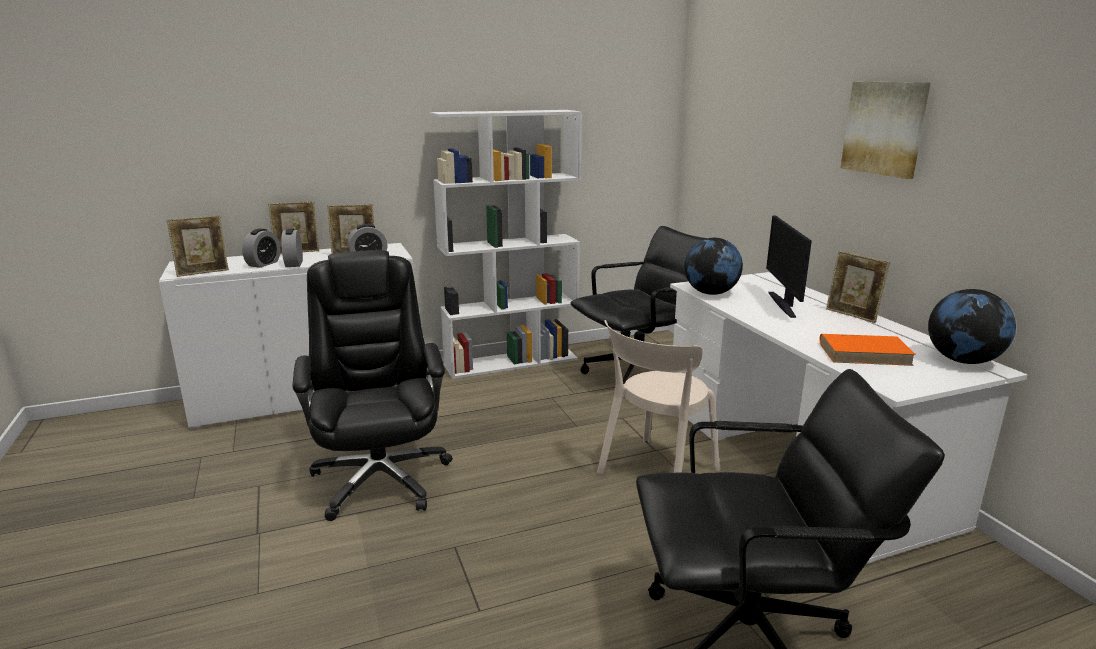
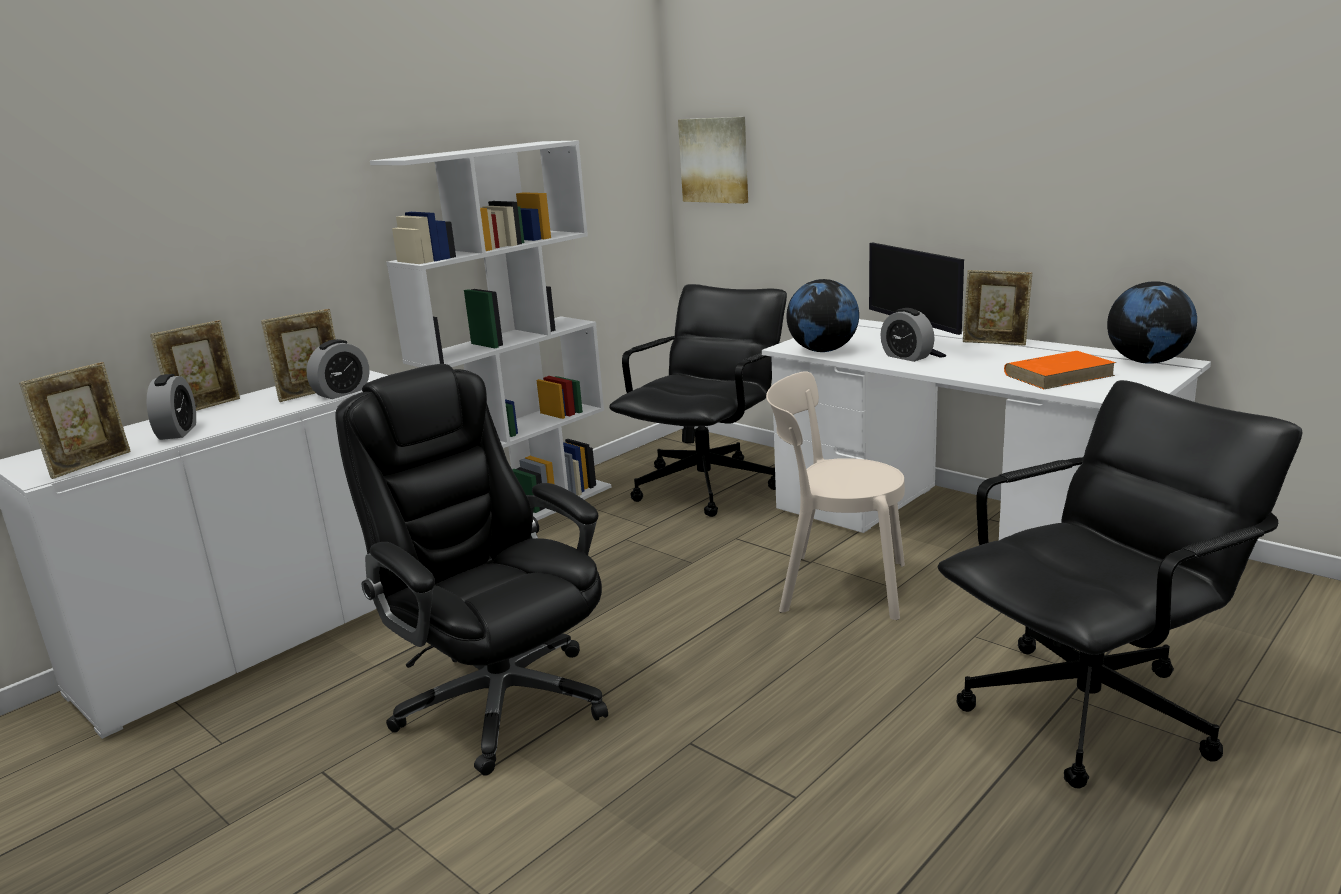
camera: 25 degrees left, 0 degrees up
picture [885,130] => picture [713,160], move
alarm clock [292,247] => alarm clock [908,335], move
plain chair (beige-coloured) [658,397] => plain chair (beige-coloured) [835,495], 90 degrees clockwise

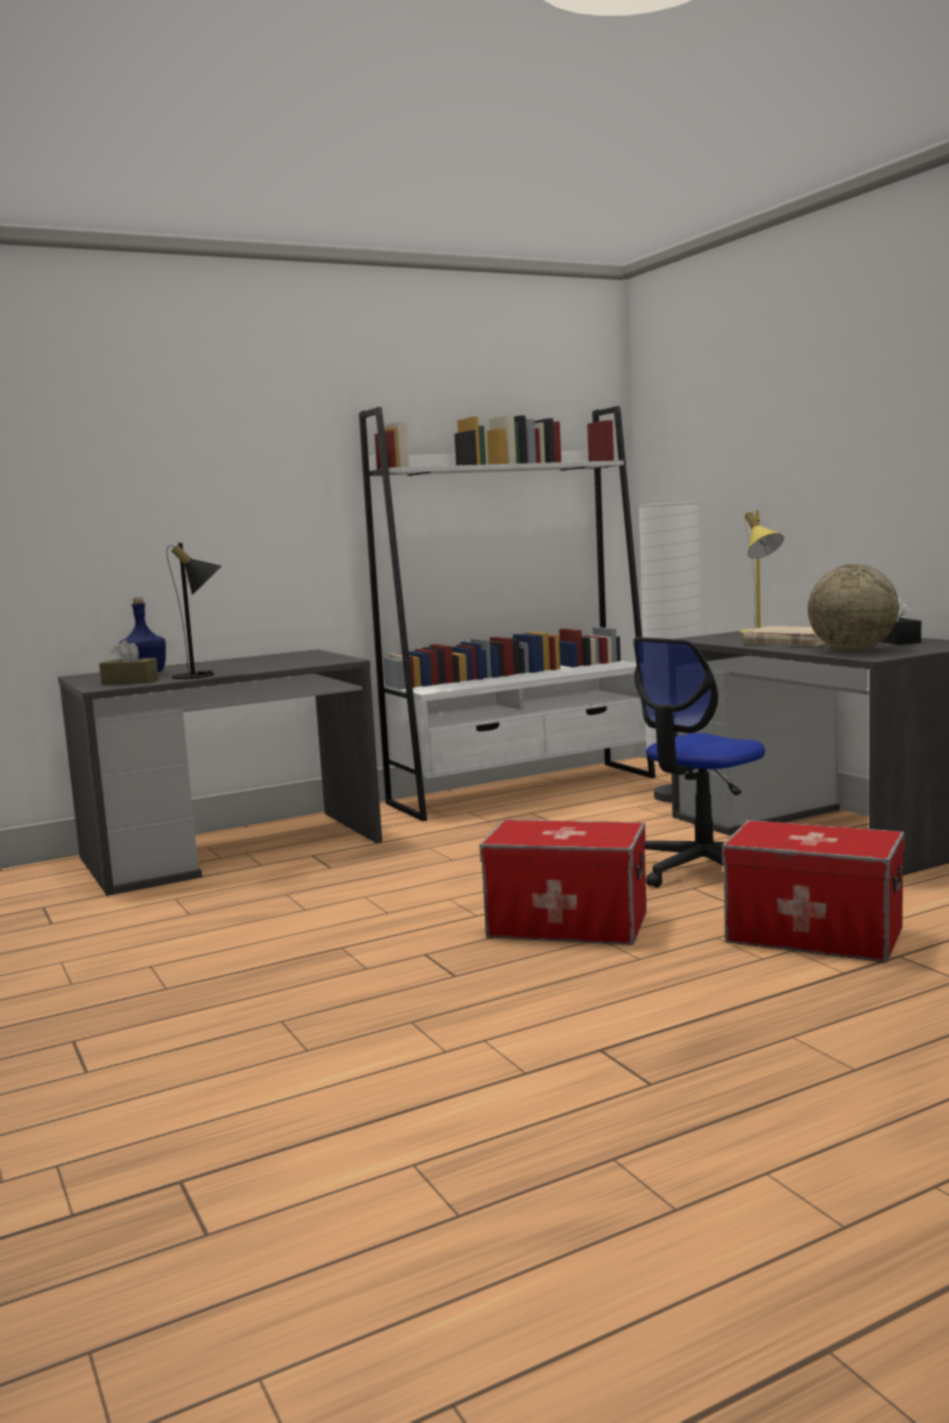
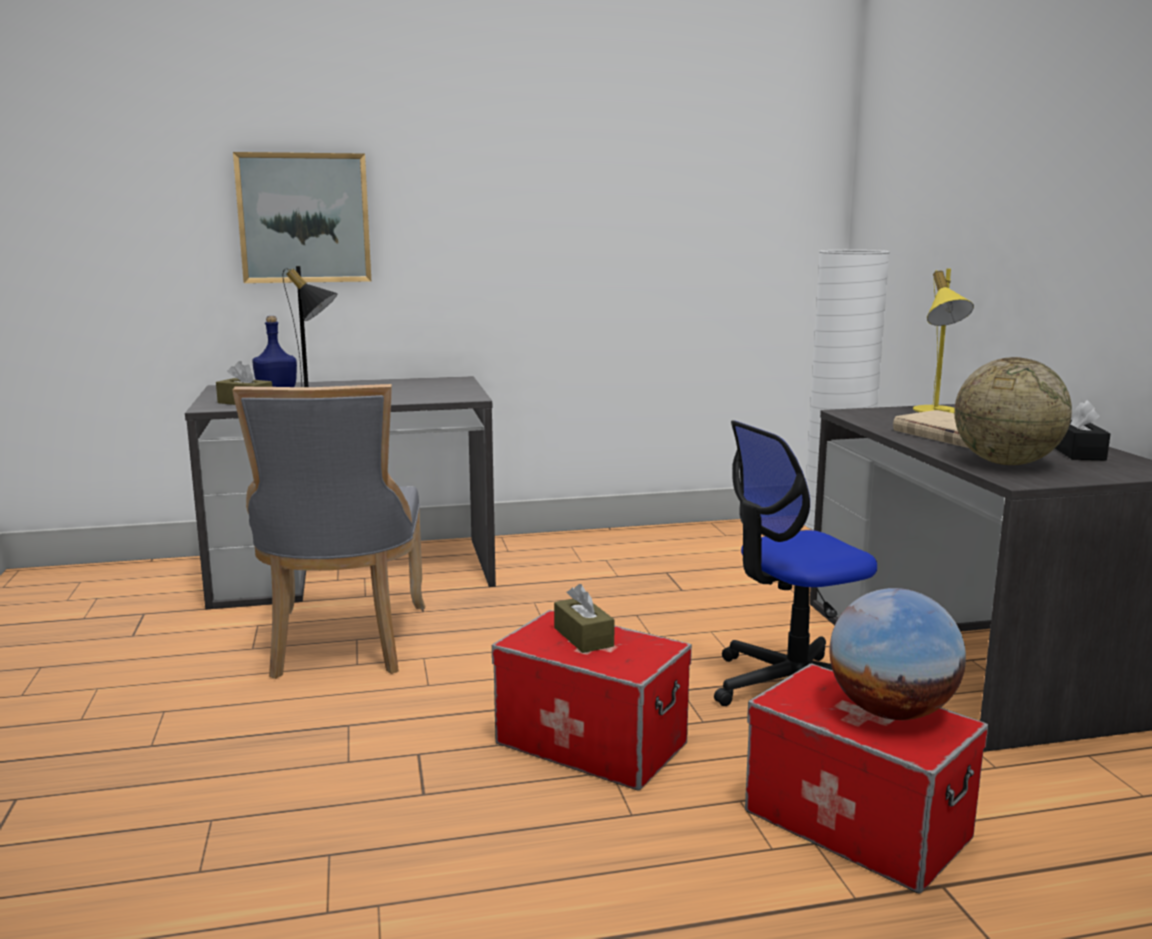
camera: 15 degrees right, 5 degrees up
bookcase (whitish) [507,613] => nothing
nothing => picture [302,217]
nothing => plain chair (grey) [328,531]
nothing => tissue holder (brown-coloured) [584,618]
nothing => world globe [898,654]

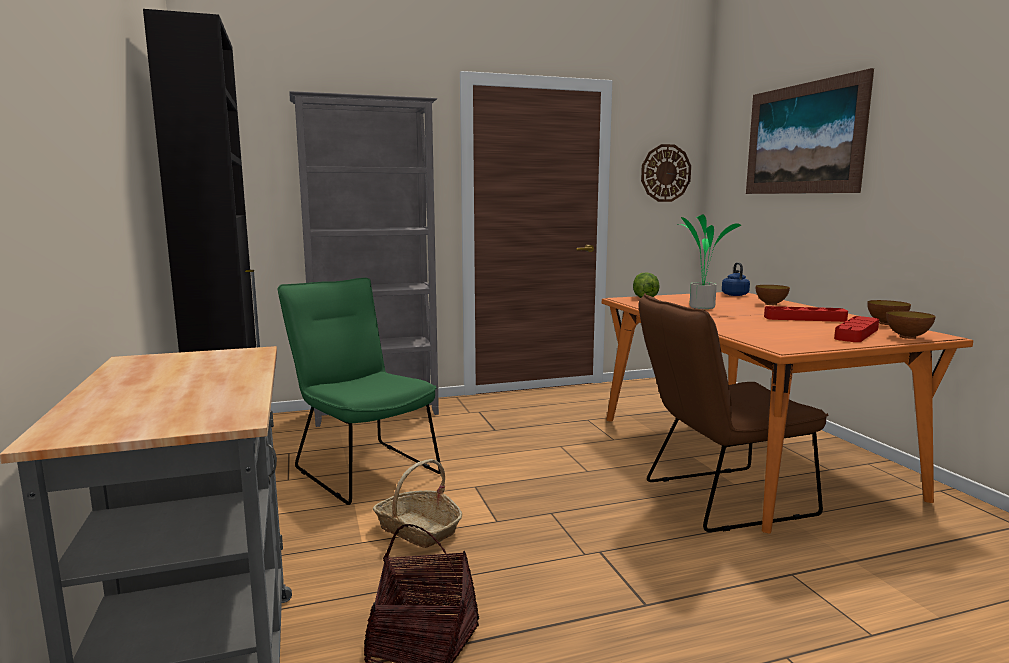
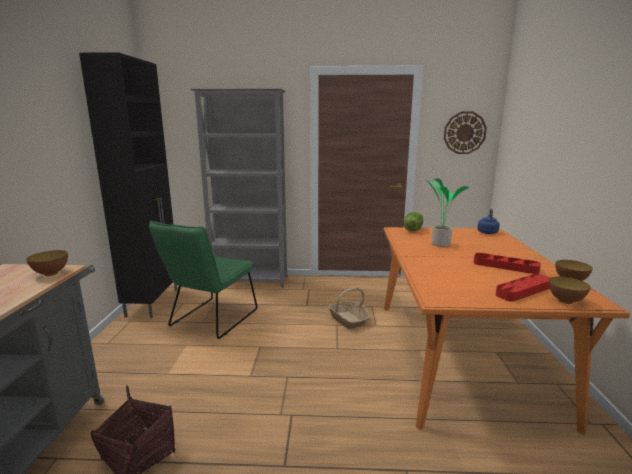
camera: 20 degrees right, 5 degrees up
picture [810,131] => nothing
plain chair (green) [359,391] => plain chair (green) [203,279], 135 degrees counterclockwise
bowl [773,295] => bowl [47,263], move
plain chair (brown-coloured) [733,412] => nothing
basket [417,503] => basket [349,308], move

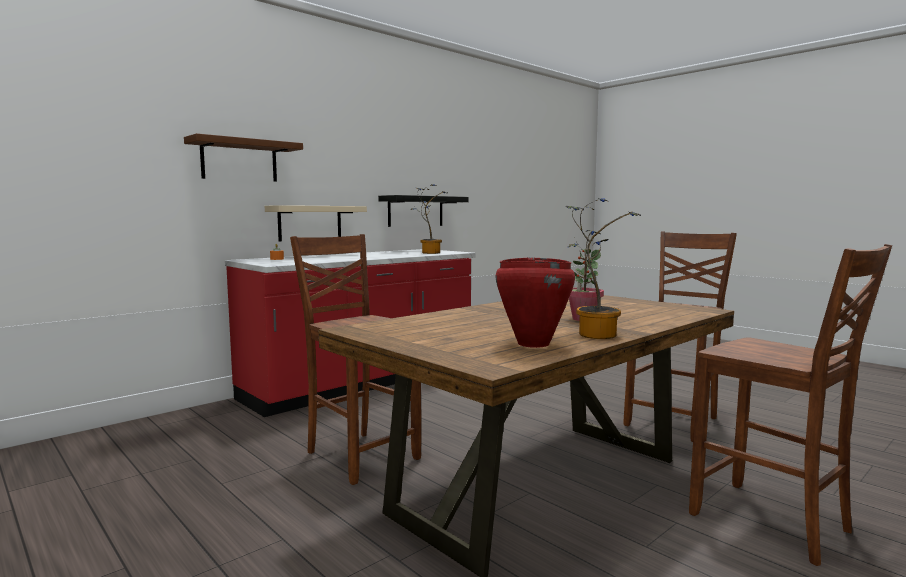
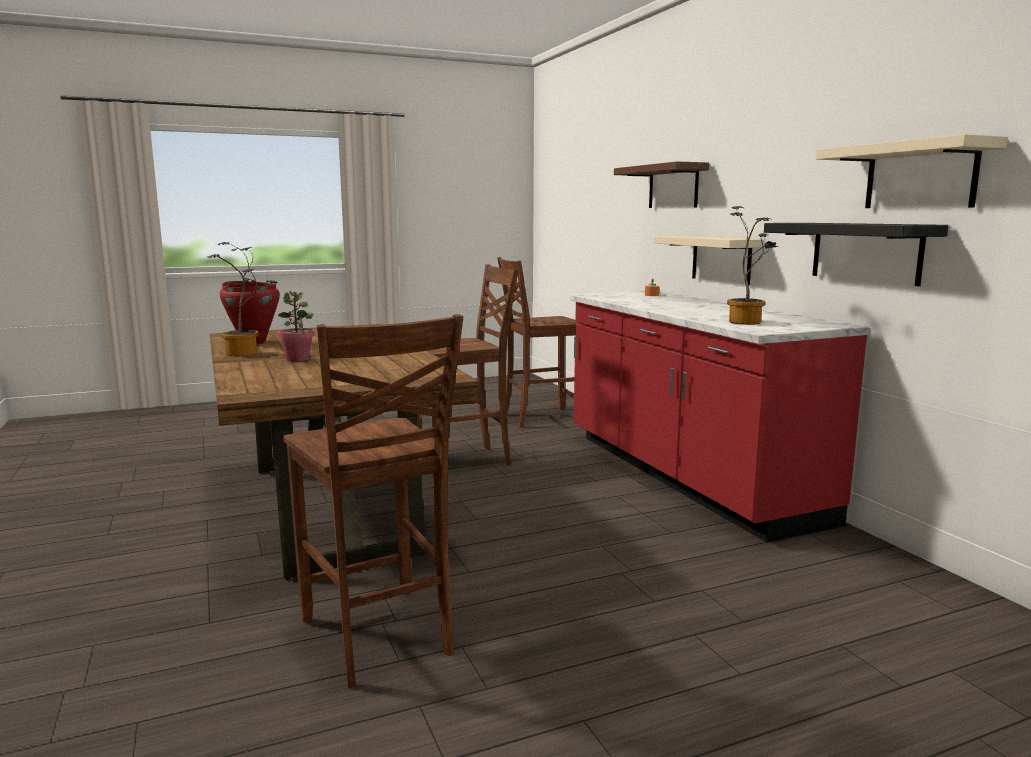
camera: 110 degrees right, 5 degrees up
plain chair (brown-coloured) [790,405] => plain chair (brown-coloured) [538,342], move
nothing => bracket shelf (beige-coloured) [912,171]

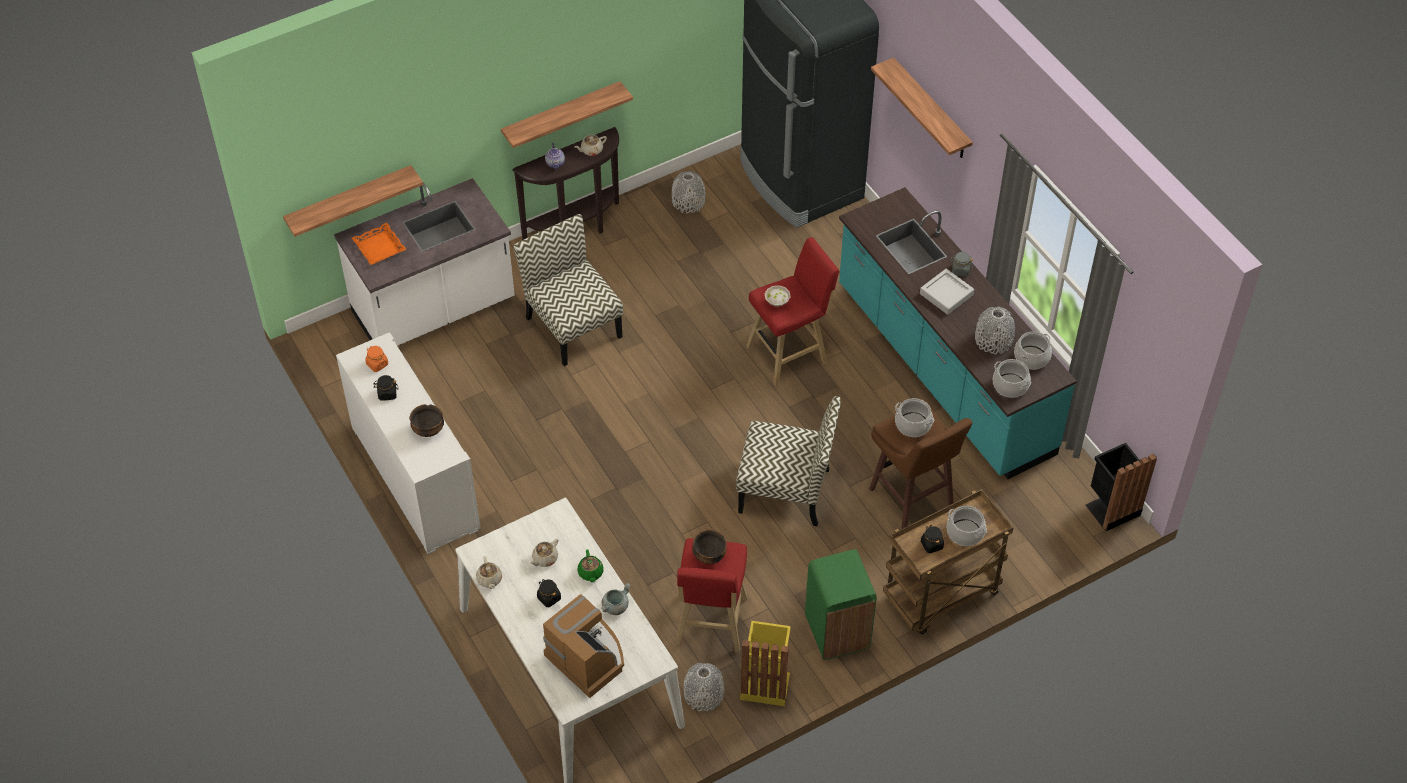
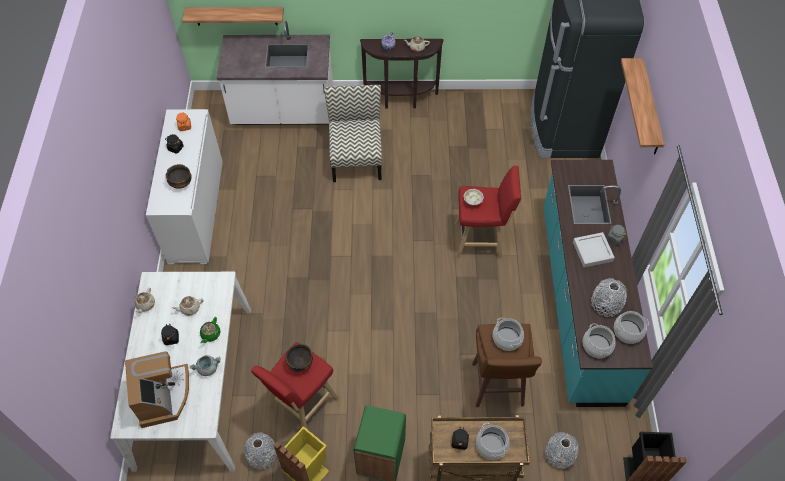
camera: 30 degrees right, 5 degrees up
bracket shelf [567,114] => nothing
vase (grey) [689,192] => vase (grey) [562,450], move
serving tray (orangey) [379,244] => nothing
plain chair [788,461] => nothing

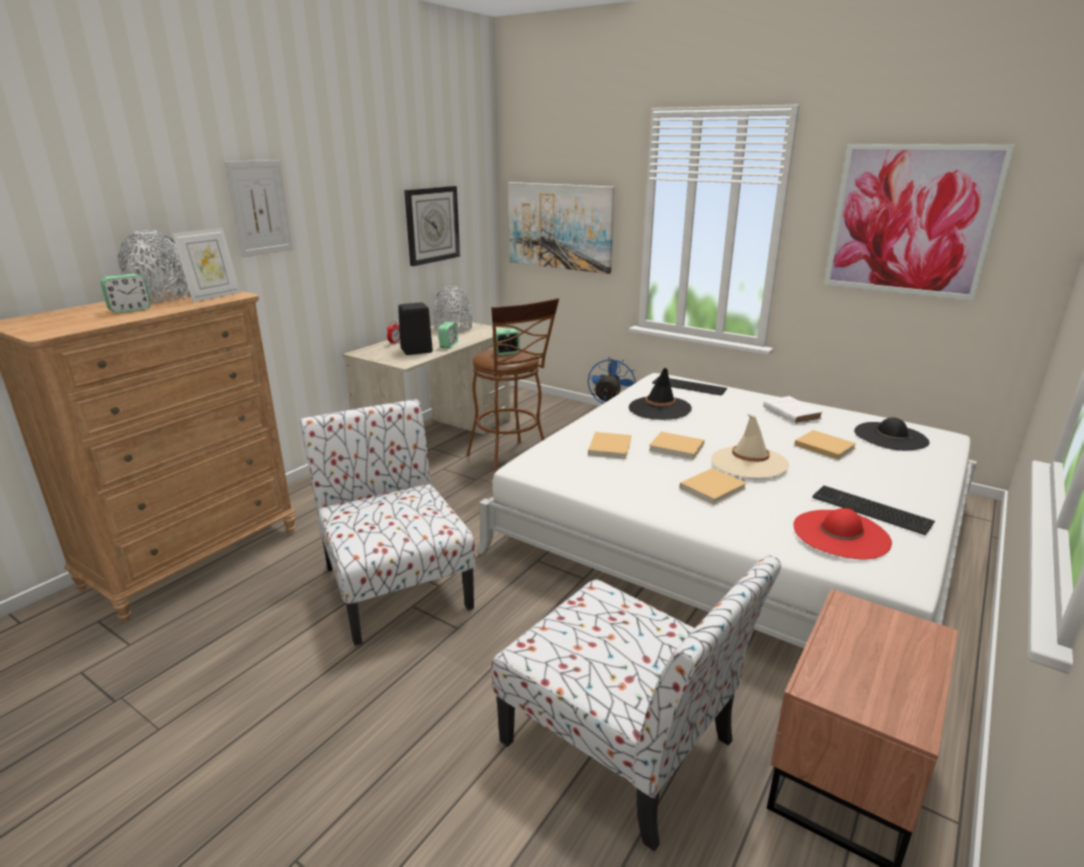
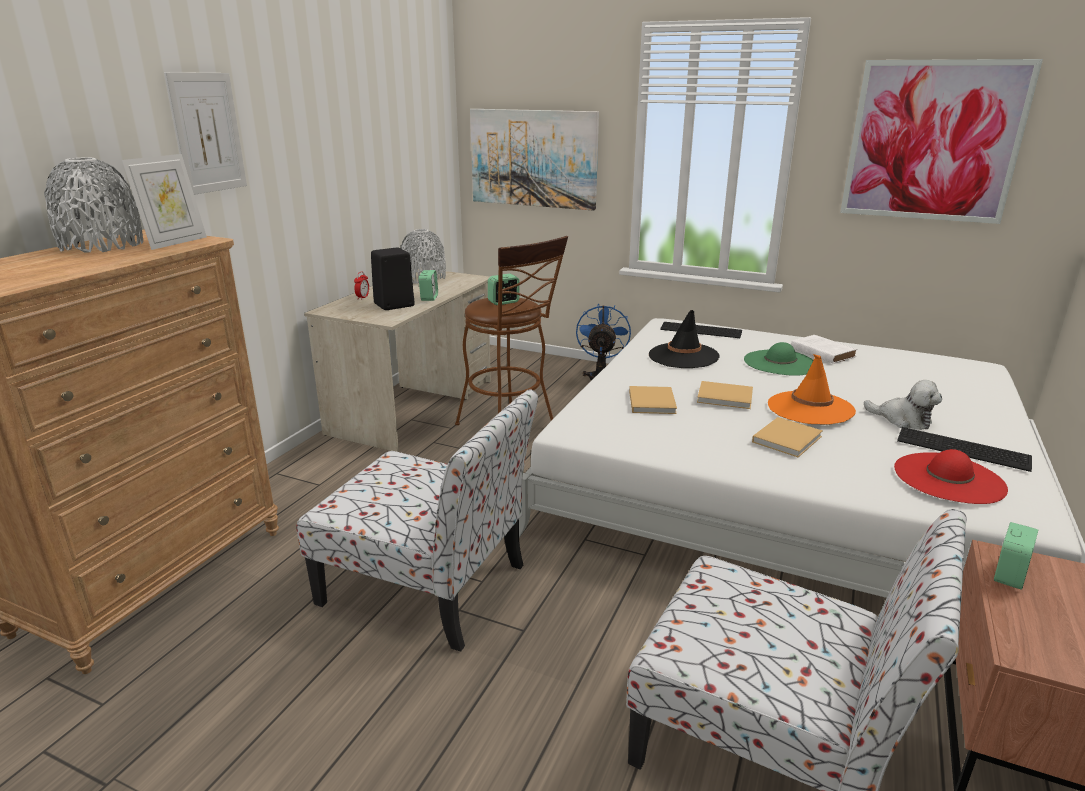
camera: 10 degrees left, 0 degrees up
hanging clock [432,226] => nothing
alarm clock [126,293] => alarm clock [1016,556], move
plain chair [387,522] => plain chair [417,520], 150 degrees clockwise
wearable hat (beige-coloured) [750,446] => wearable hat (orangey) [812,389]
wearable hat (black) [892,434] => nothing
volume (beige-coloured) [825,445] => nothing
nothing => wearable hat (green) [778,359]
nothing => plush toy [903,405]

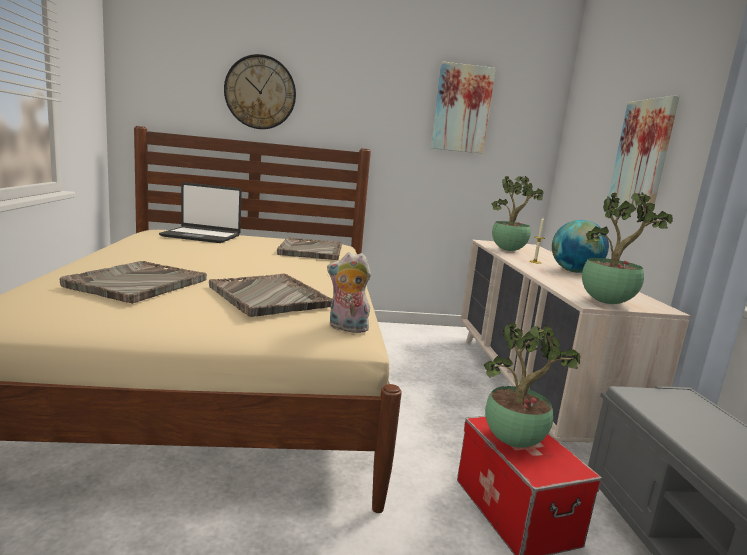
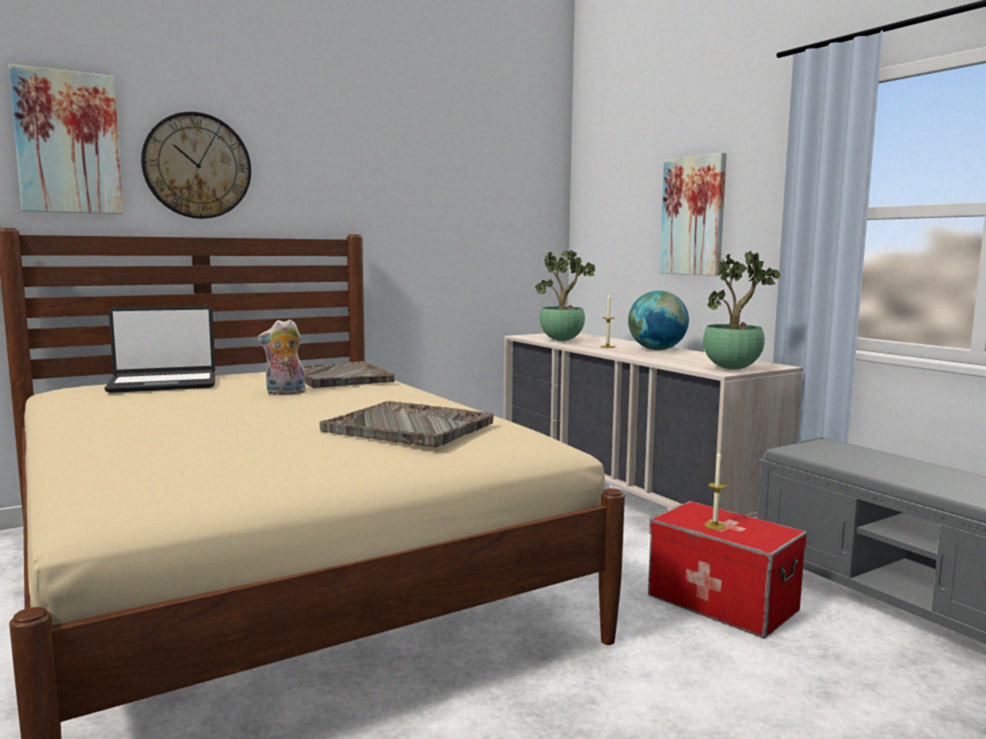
camera: 25 degrees left, 5 degrees down
picture [463,107] => picture [66,139], move
plush toy [349,292] => plush toy [282,357], move
serving tray (grey) [133,282] => nothing
potted plant [532,385] => wax light [715,491]

